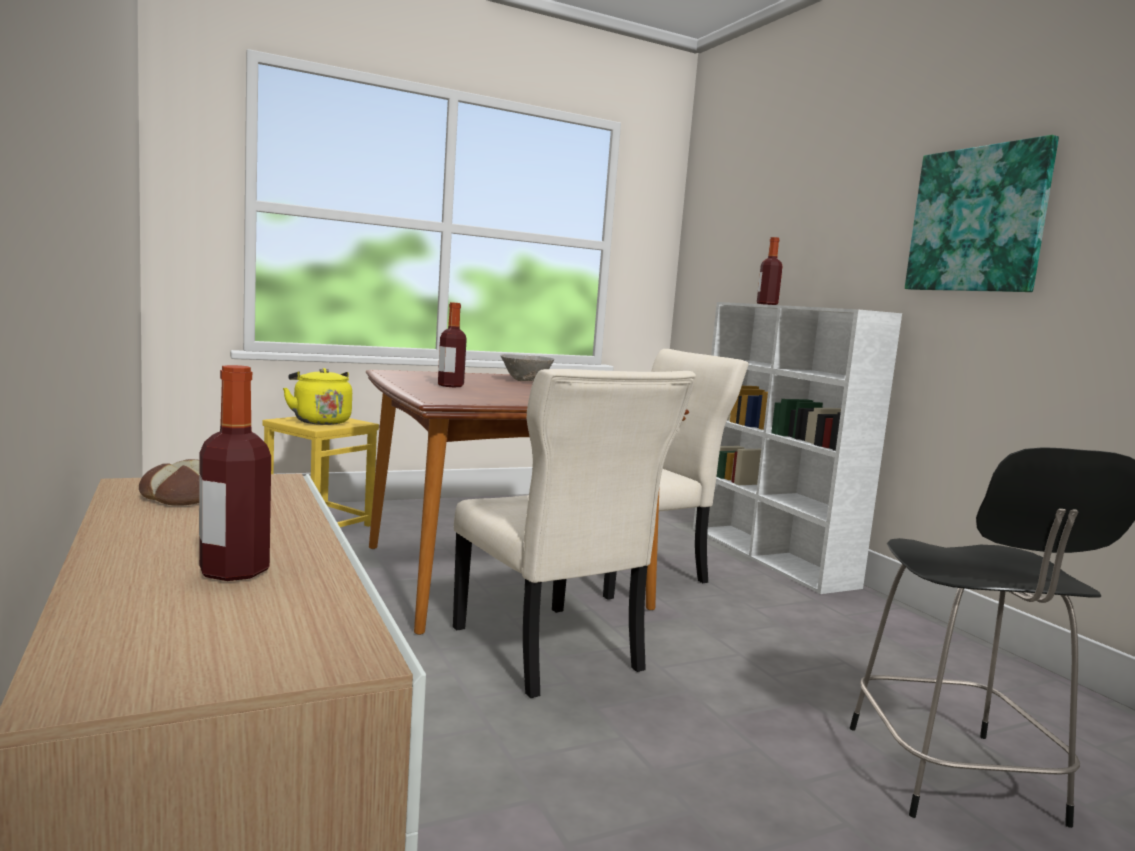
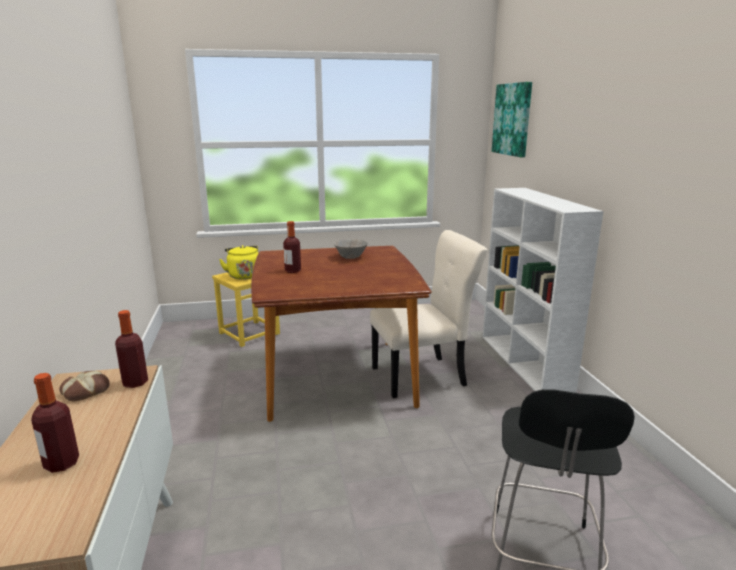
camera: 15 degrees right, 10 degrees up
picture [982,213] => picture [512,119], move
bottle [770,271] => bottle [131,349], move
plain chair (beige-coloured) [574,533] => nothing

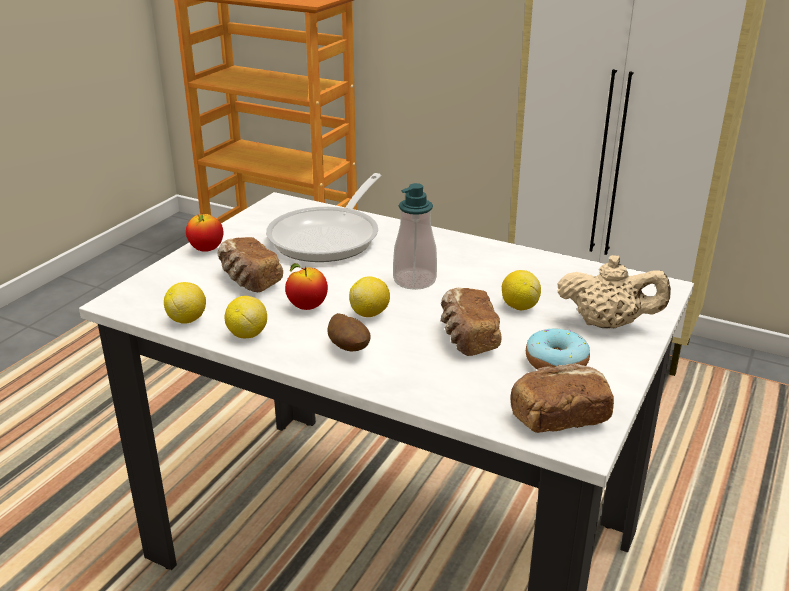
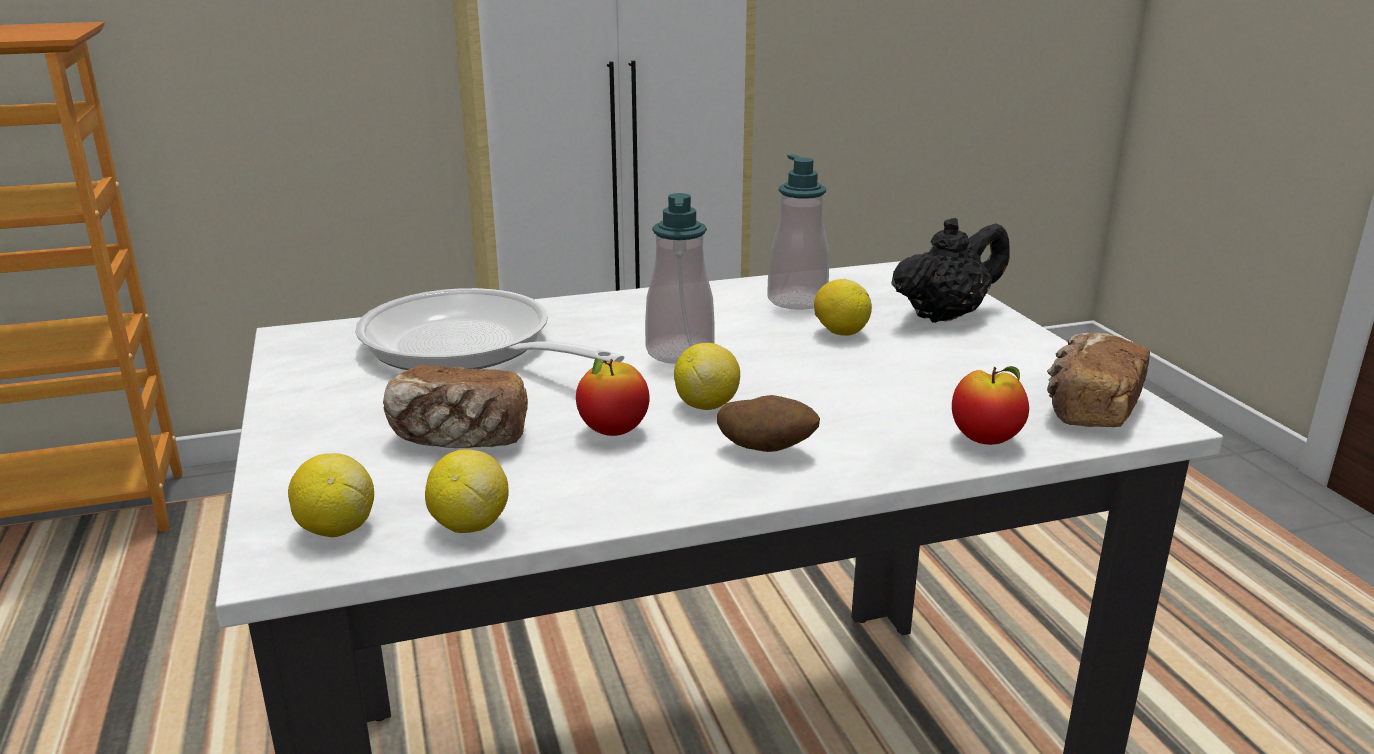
camera: 45 degrees left, 5 degrees down
frying pan [324,217] => frying pan [489,329], 150 degrees clockwise
apple fruit [204,232] => apple fruit [990,405], move
teapot (beige-coloured) [614,292] => teapot (black) [950,270]
baked bread [471,322] => nothing
lemon [246,317] => lemon [331,495], move
doughnut [558,349] => nothing
nothing => liquid soap bottle [798,232]

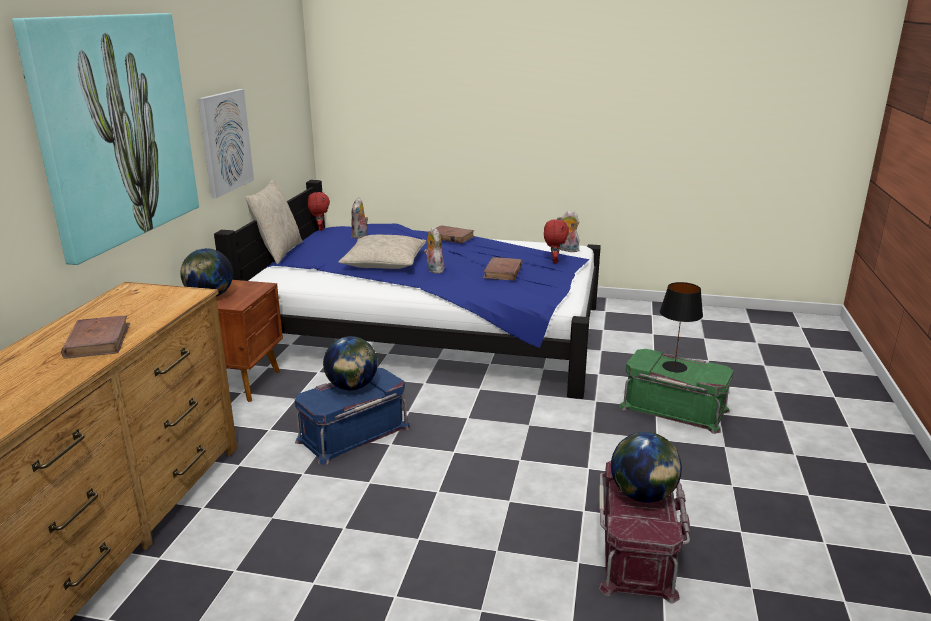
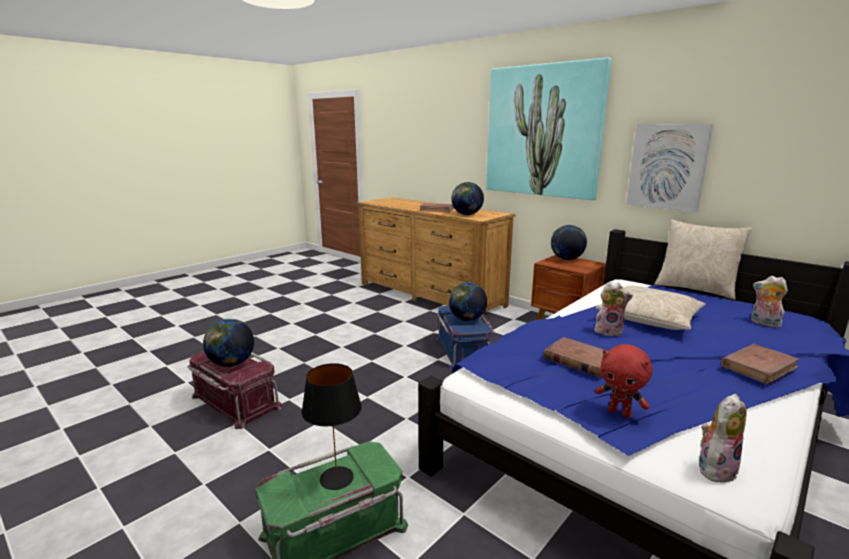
camera: 120 degrees right, 5 degrees down
plush toy (red) [319,211] => nothing
nothing => world globe [467,198]

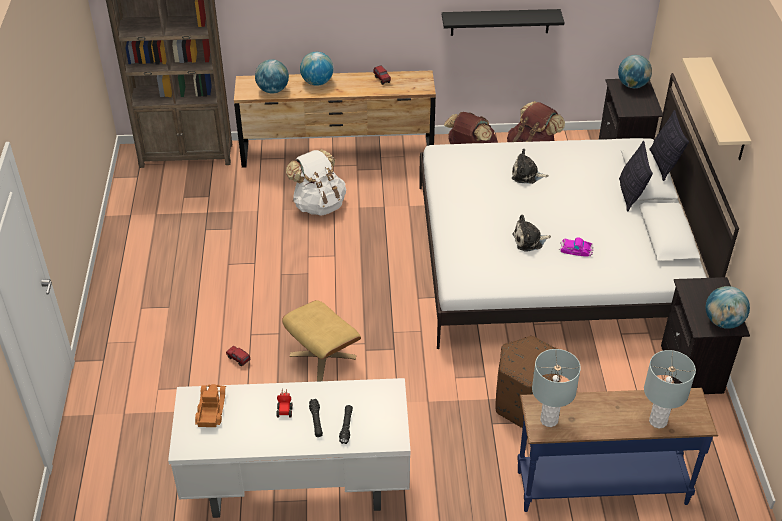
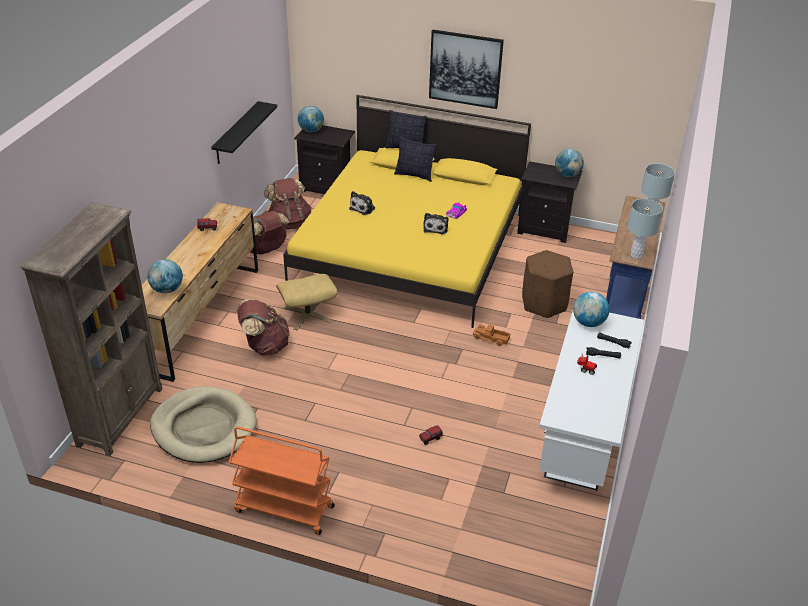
camera: 70 degrees left, 5 degrees down
world globe [316,69] => world globe [591,309], move
bracket shelf (beige-coloured) [716,108] => picture [466,69]
sleeping bed (whitish) [579,211] => sleeping bed (yellow) [407,211]
backpack (whitish) [316,182] => backpack (brown-coloured) [263,327]
pouffe (beige-coloured) [321,341] => pouffe (beige-coloured) [307,302], move
toy truck [210,405] => toy truck [491,335], move
nothing => dog bed (beige-coloured) [203,424]
nothing => cart (orangey) [282,480]

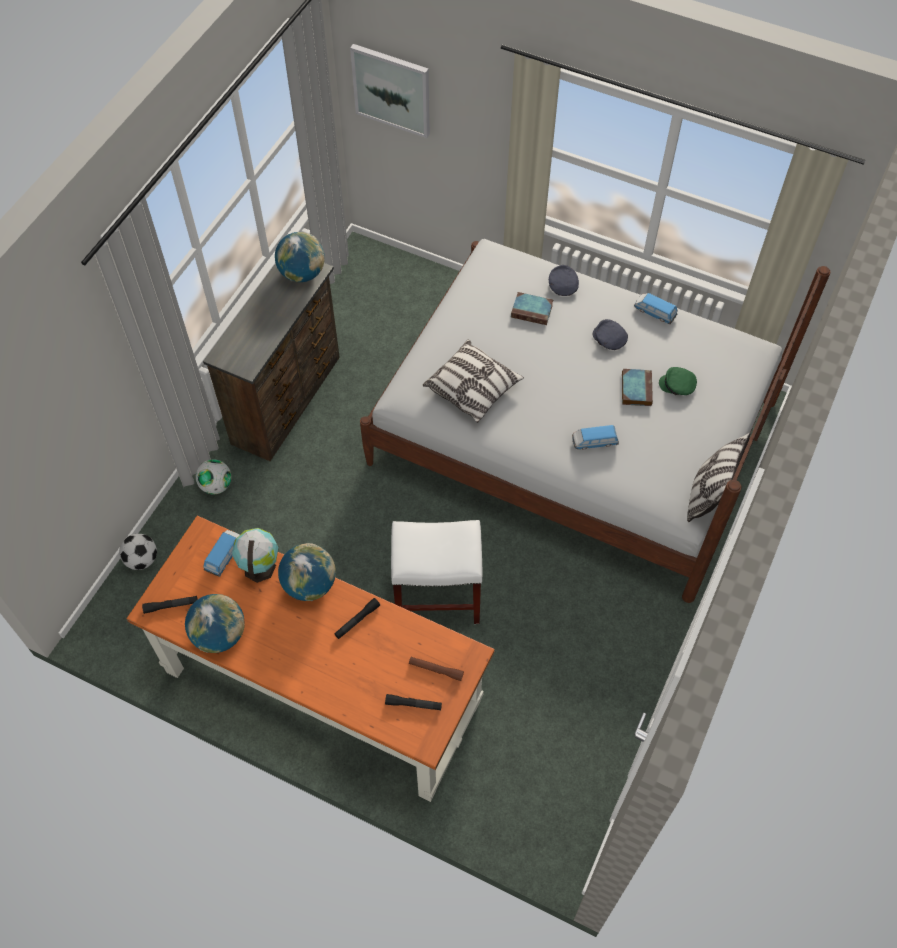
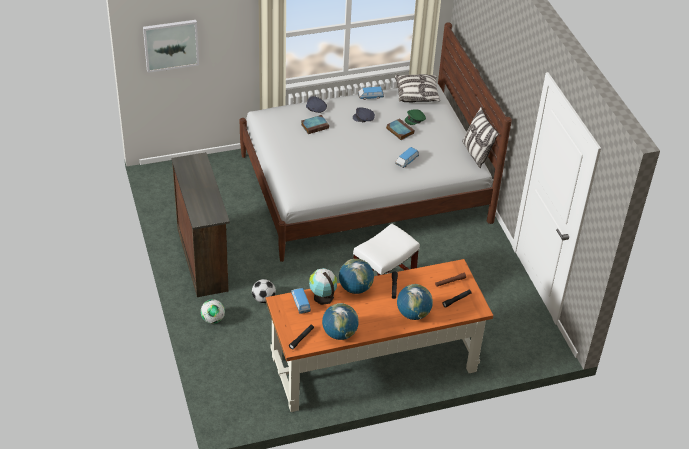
camera: 45 degrees left, 15 degrees down
world globe [300,257] => world globe [415,302], move
throw pillow [473,381] => throw pillow [418,88], move
football ball [138,552] => football ball [264,291], move

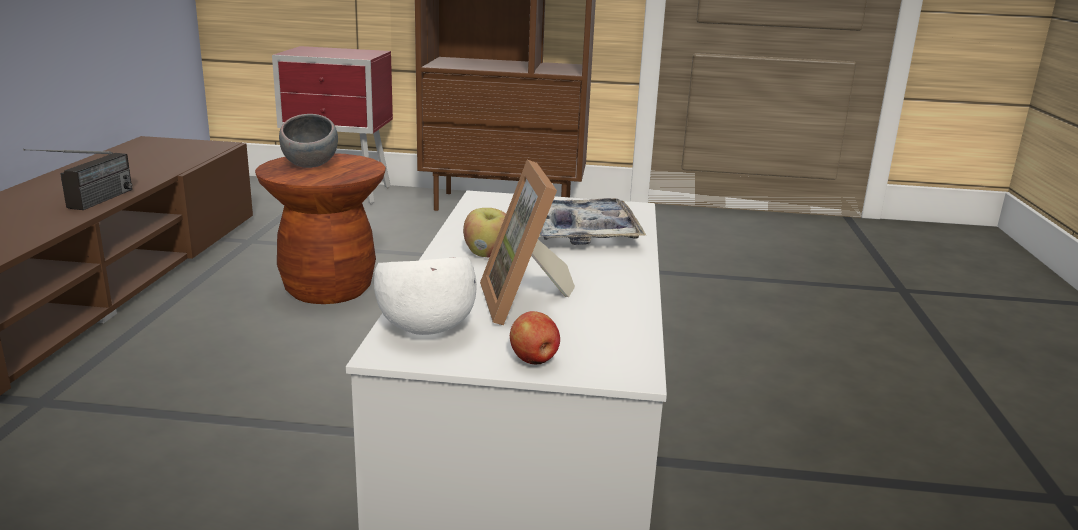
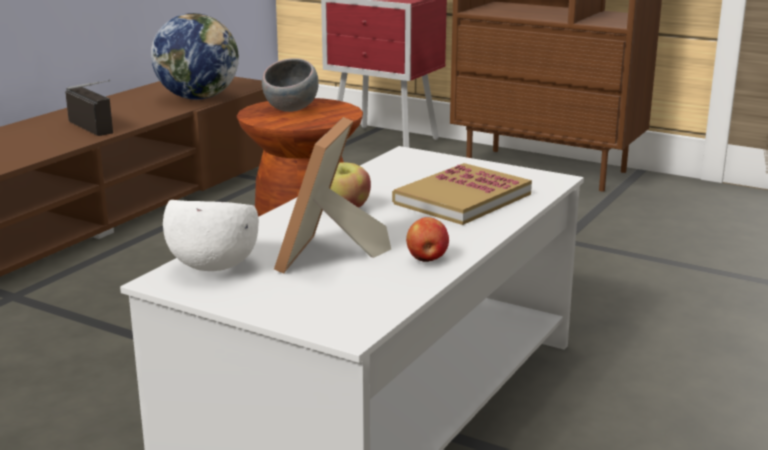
camera: 25 degrees right, 0 degrees up
radio receiver [77,179] => radio receiver [89,108], 75 degrees counterclockwise
serving tray [592,221] => volume [462,194]
apple fruit [535,337] => apple fruit [427,239], move
nothing => world globe [195,56]

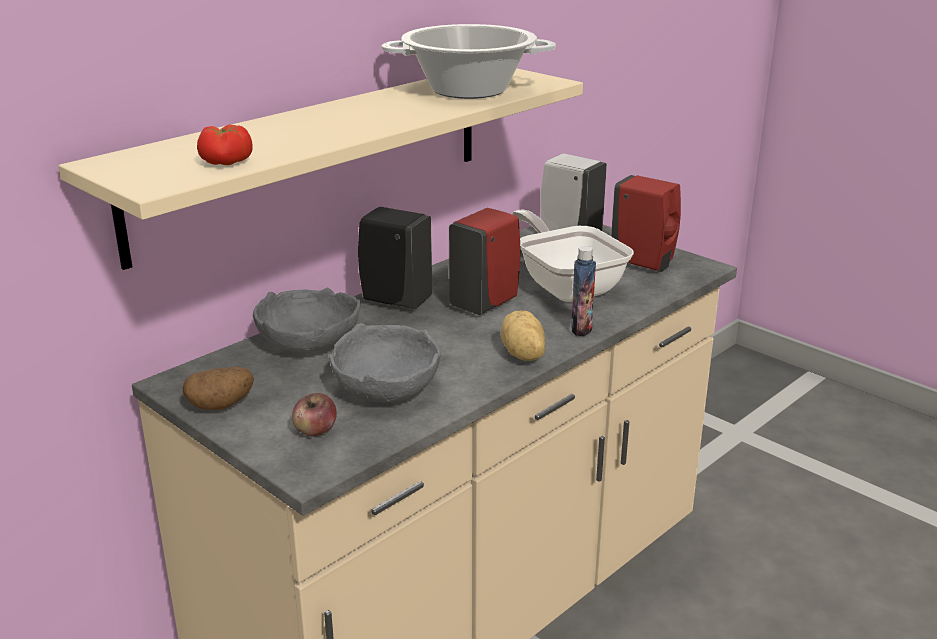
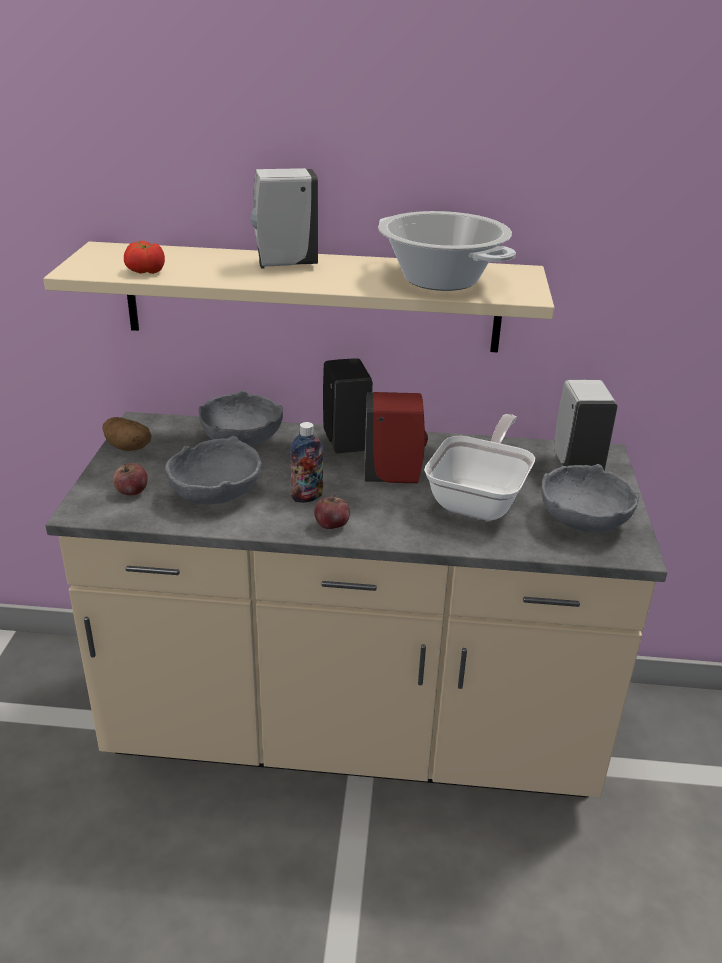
camera: 50 degrees right, 5 degrees up
liquid soap bottle (red) [646,223] => bowl (grey) [590,498]
bottle [583,291] => bottle [306,462], move
spud [523,335] => apple fruit [332,512]
nothing => liquid soap bottle (whitish) [284,218]

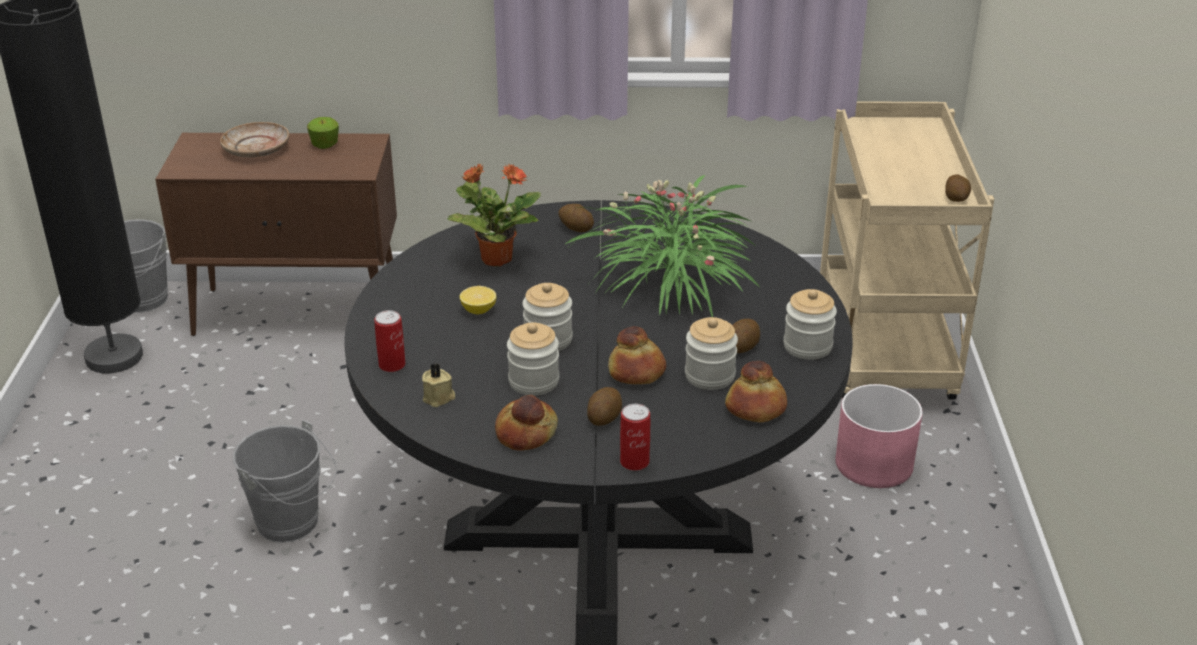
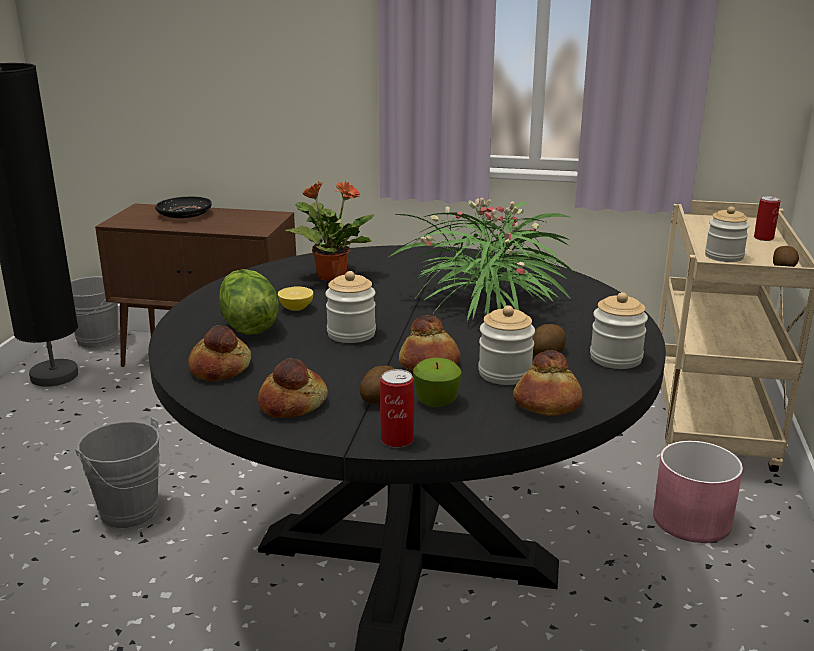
camera: 10 degrees right, 10 degrees down
apple fruit [323,133] => apple fruit [437,382], move
dinner plate (beige-coloured) [254,140] => dinner plate (black) [183,207]
spud [576,218] => nothing
sealed can [390,341] => sealed can [767,218], move
jar [533,359] => jar [727,234], move
wax light (beige-coloured) [438,385] => baked bread [219,353]
nothing => lettuce [249,302]

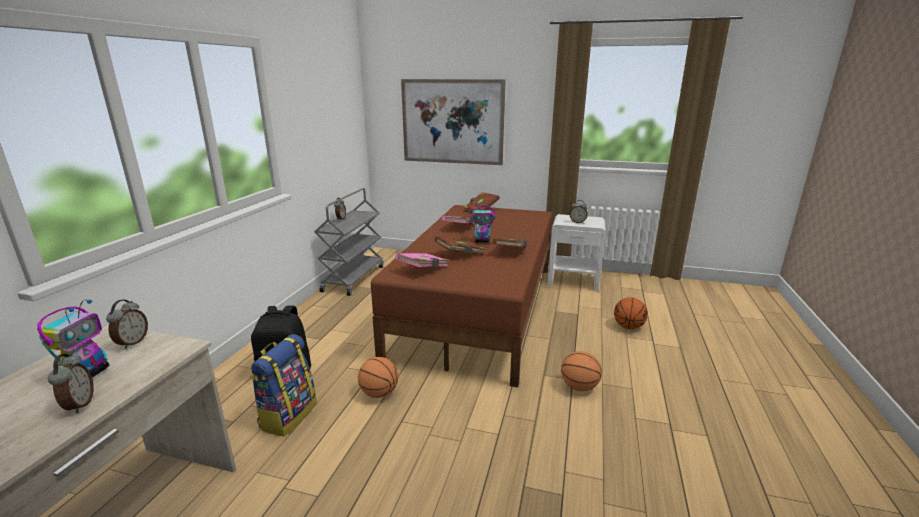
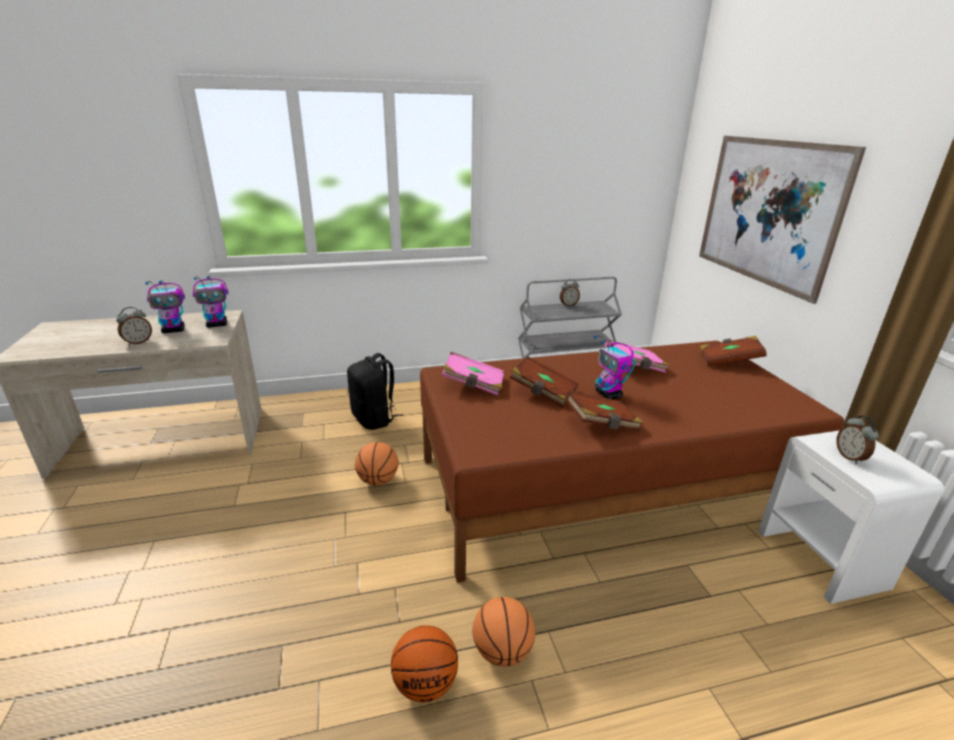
camera: 60 degrees right, 5 degrees up
basketball ball [631,313] => basketball ball [424,663], move
alarm clock [127,324] => robot figure [211,302]
backpack [283,385] => nothing

